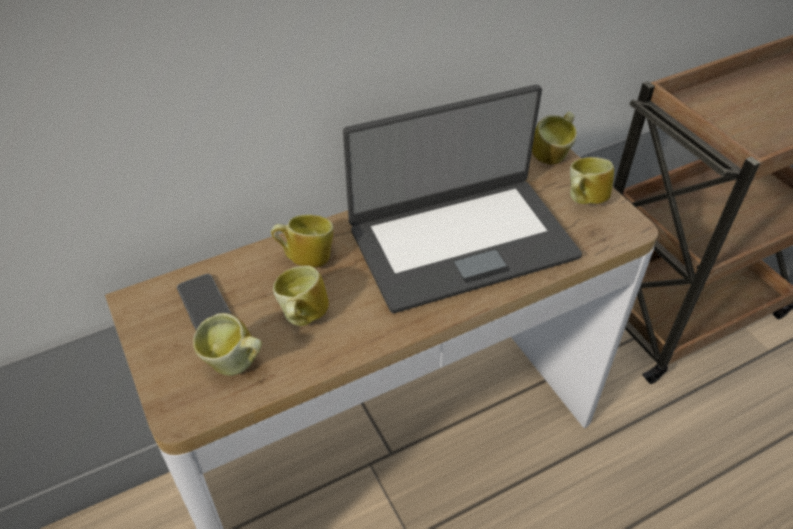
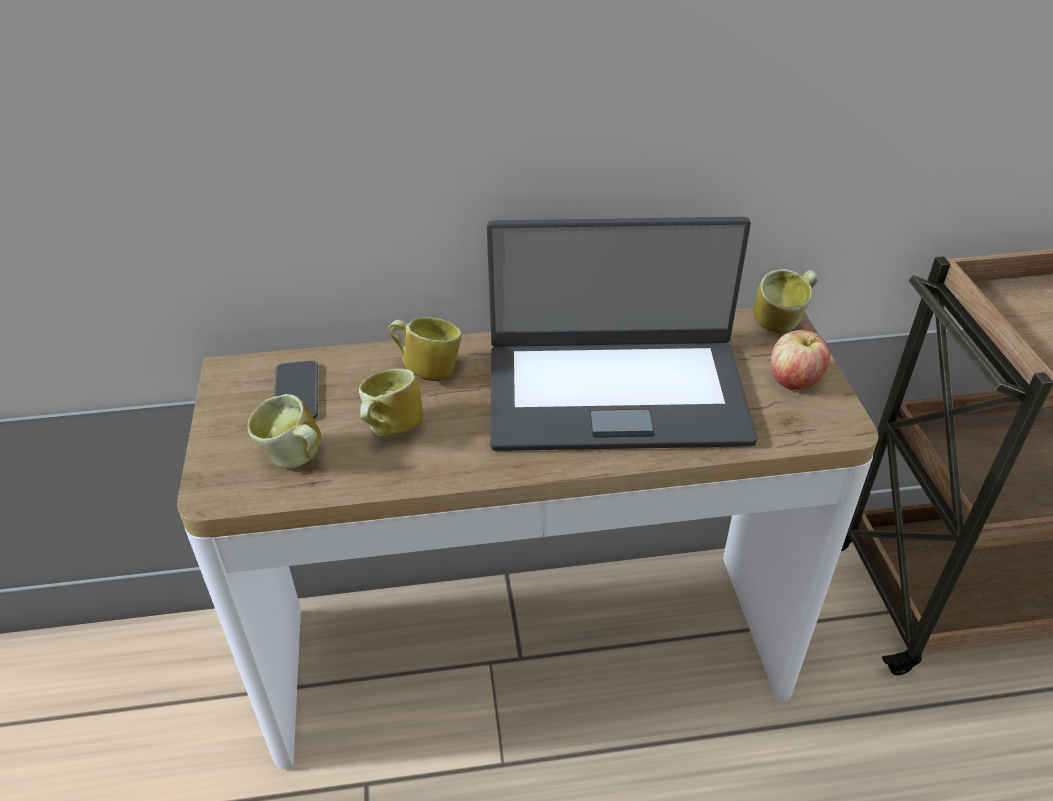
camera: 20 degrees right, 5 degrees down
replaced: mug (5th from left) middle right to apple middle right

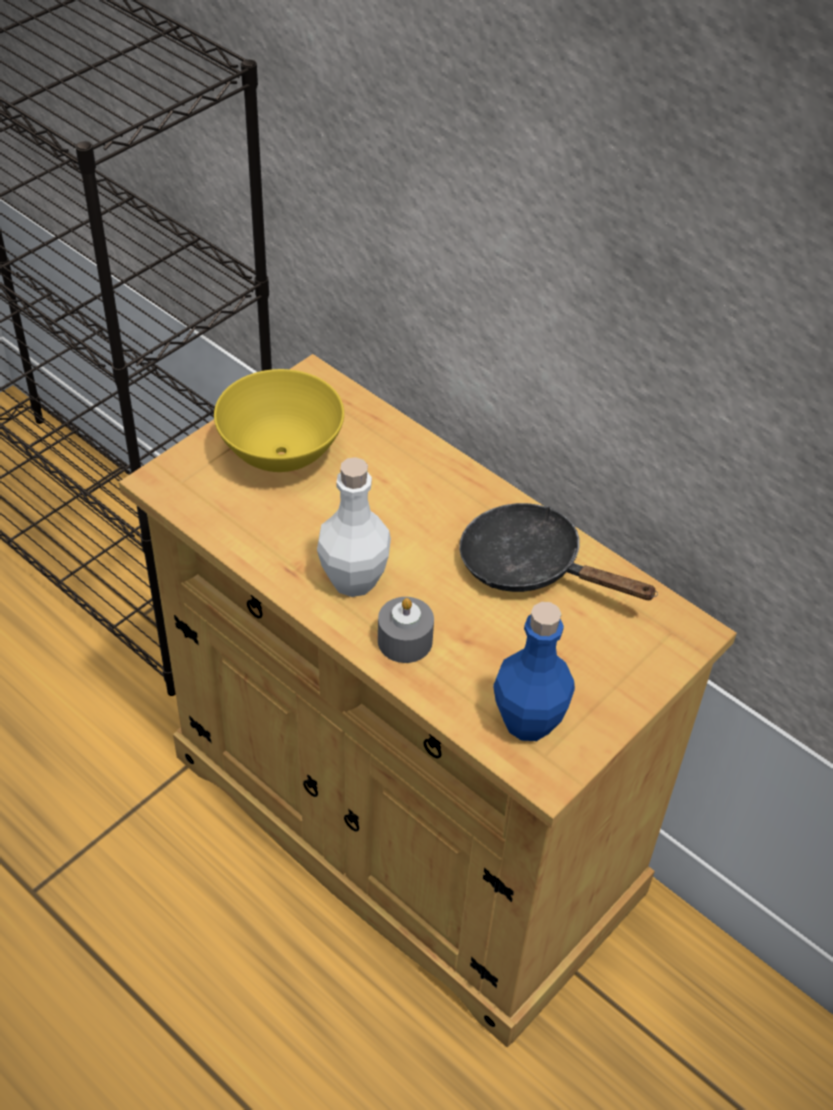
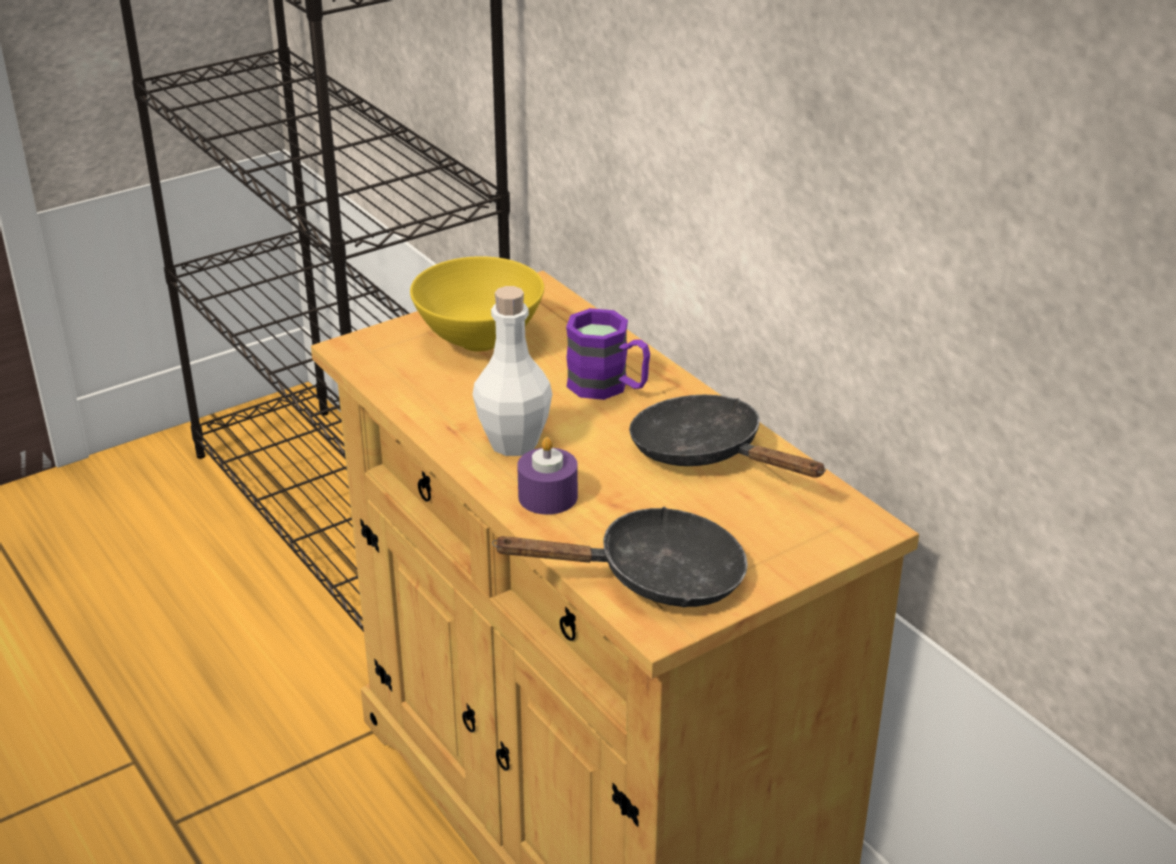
camera: 15 degrees right, 15 degrees down
added: mug (purple) centre
replaced: bottle (blue) centre to frying pan (black) (1st from left) centre
recoloured: candle (grey) centre to candle (purple) centre

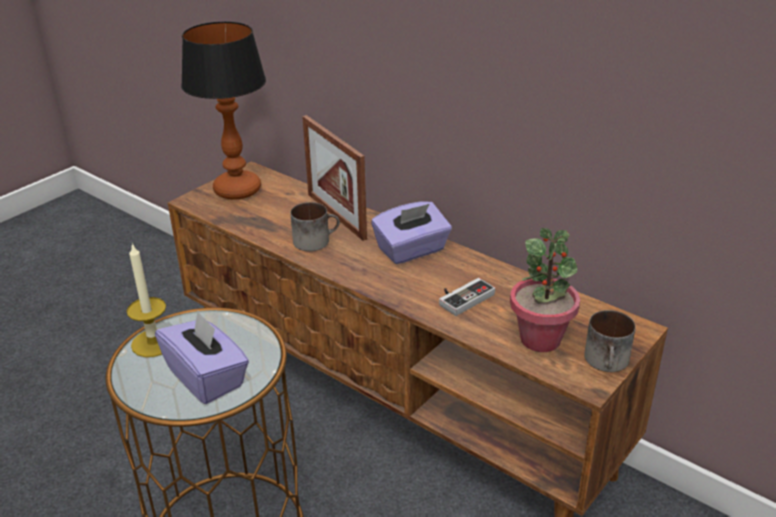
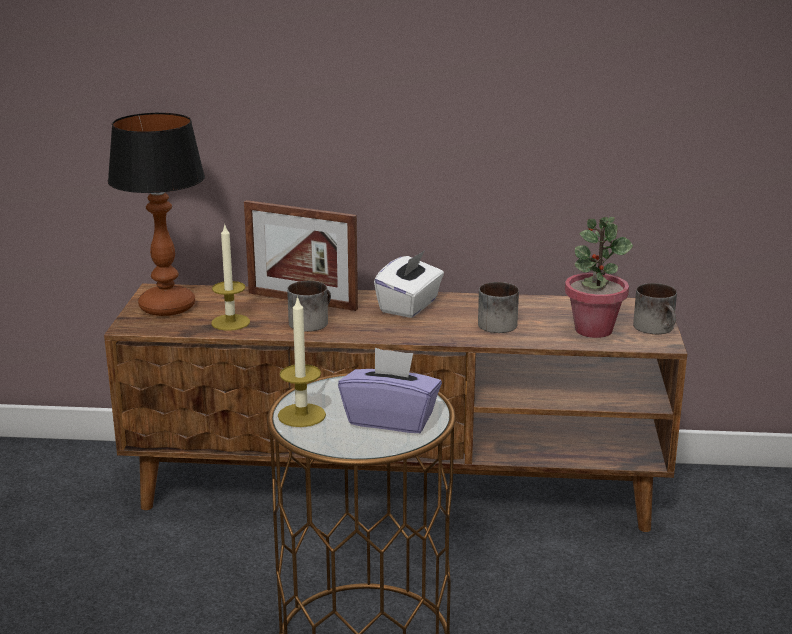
camera: 35 degrees left, 10 degrees down
added: candle (1st from left) middle left
replaced: game controller centre to mug (2nd from left) centre
recoloured: tissue box (purple) (2nd from left) centre to tissue box (white) centre

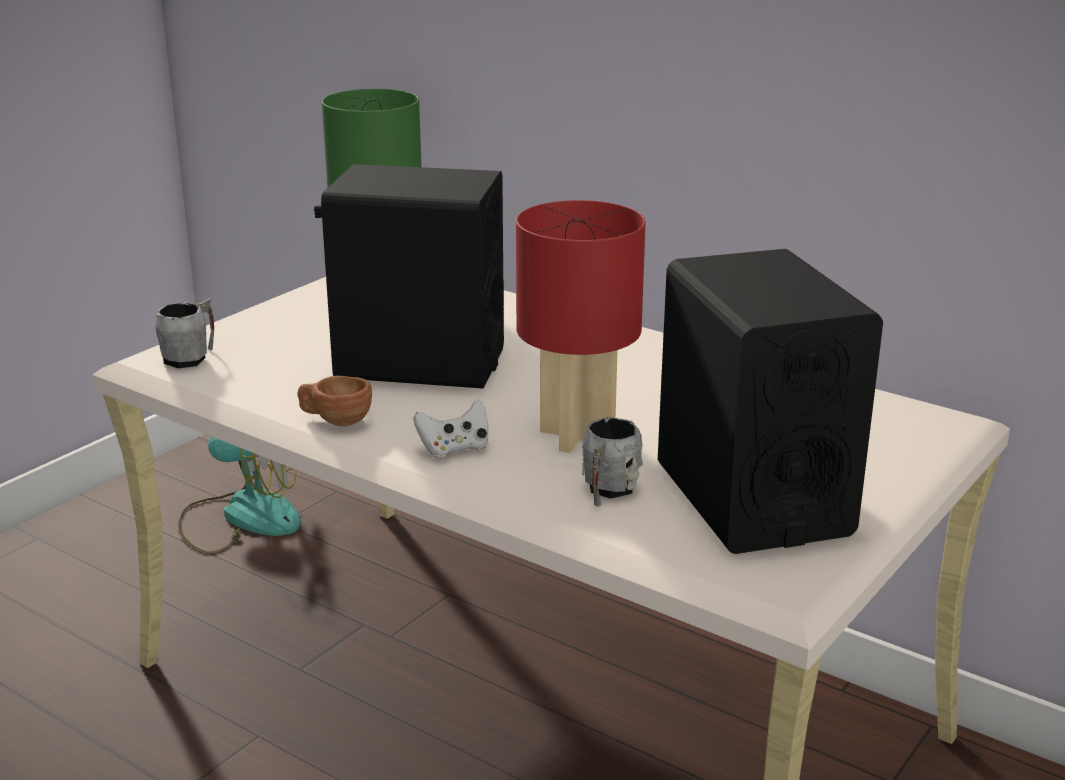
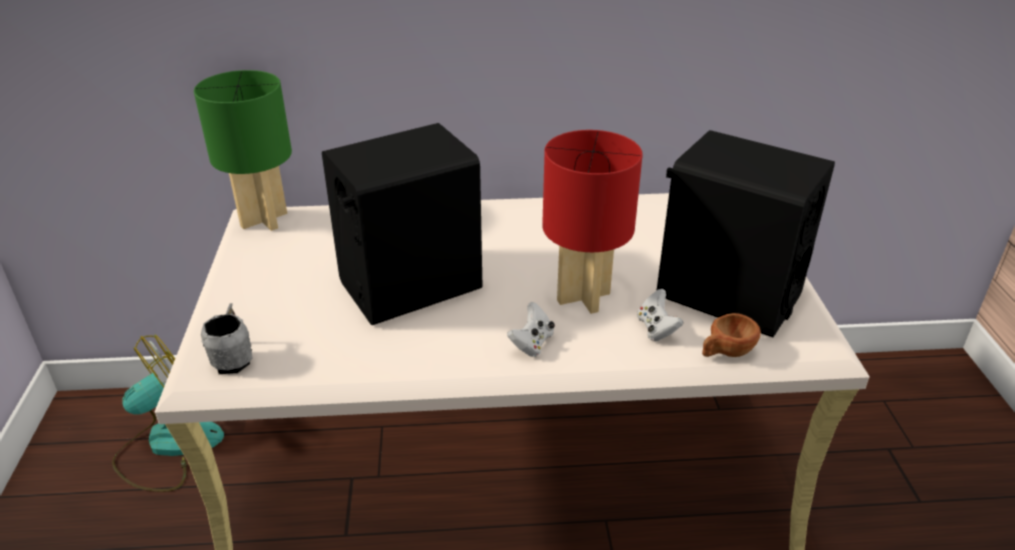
camera: 40 degrees left, 10 degrees up
moved: cup (brown) middle left to middle right
replaced: mug (grey) (2nd from left) centre to game controller (white) (2nd from left) centre

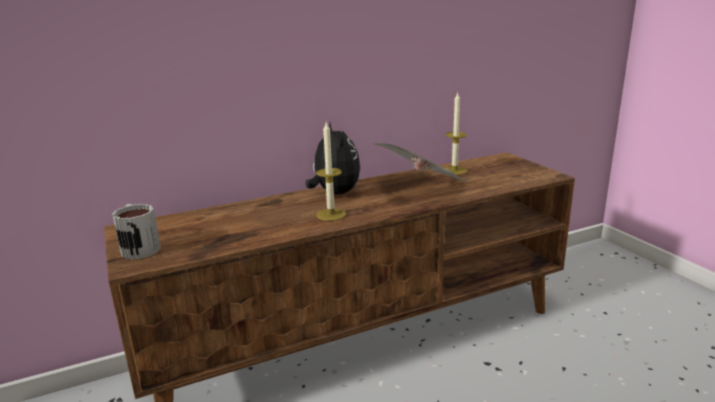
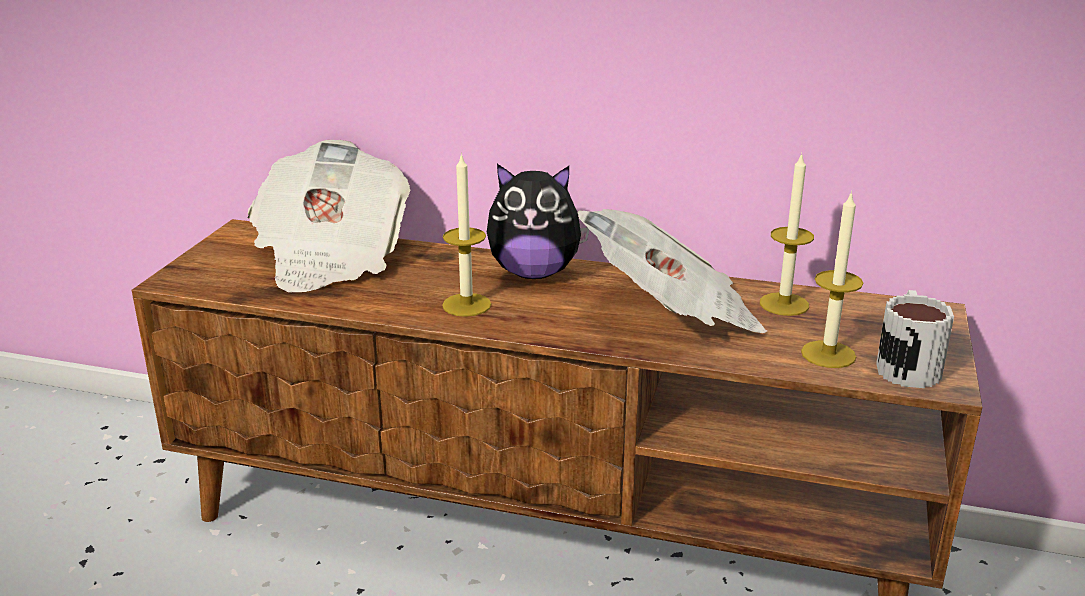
camera: 40 degrees right, 5 degrees up
added: newspaper (1st from left) middle left; candle (3rd from left) middle right
moved: mug middle left to middle right
turned: plush toy centre = centre 75 degrees clockwise

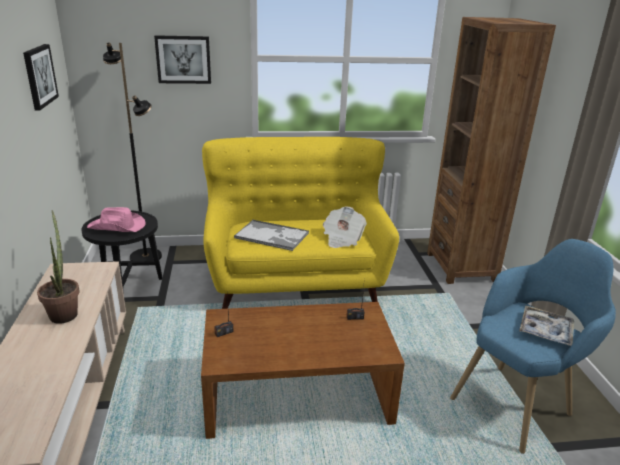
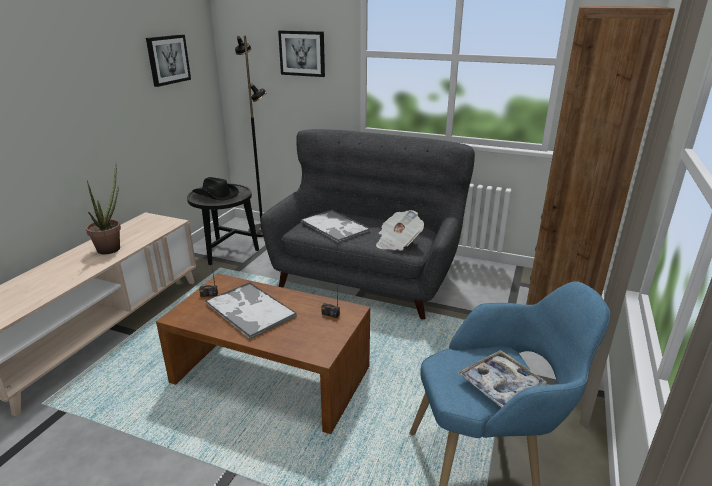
camera: 30 degrees right, 0 degrees up
added: tray (1st from left) centre
recoloured: hat (pink) middle left to hat (black) middle left; sofa (yellow) centre to sofa (grey) centre

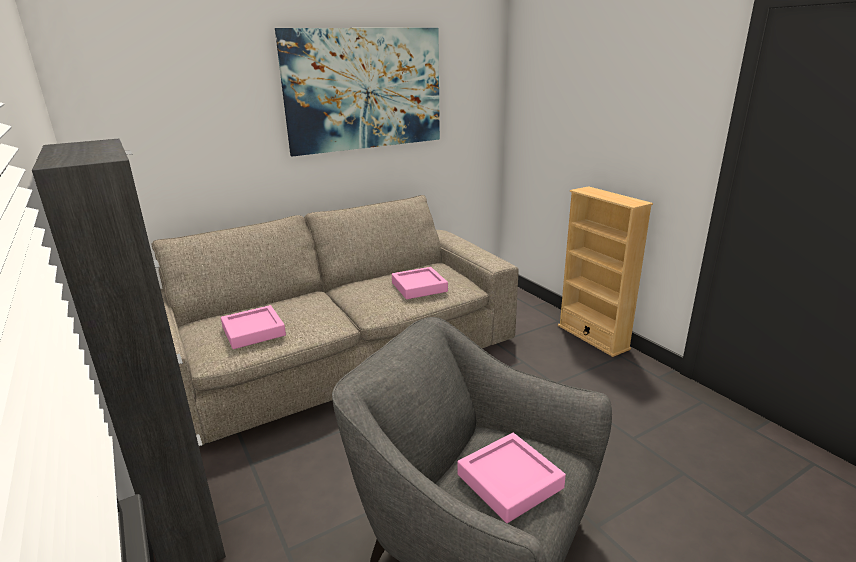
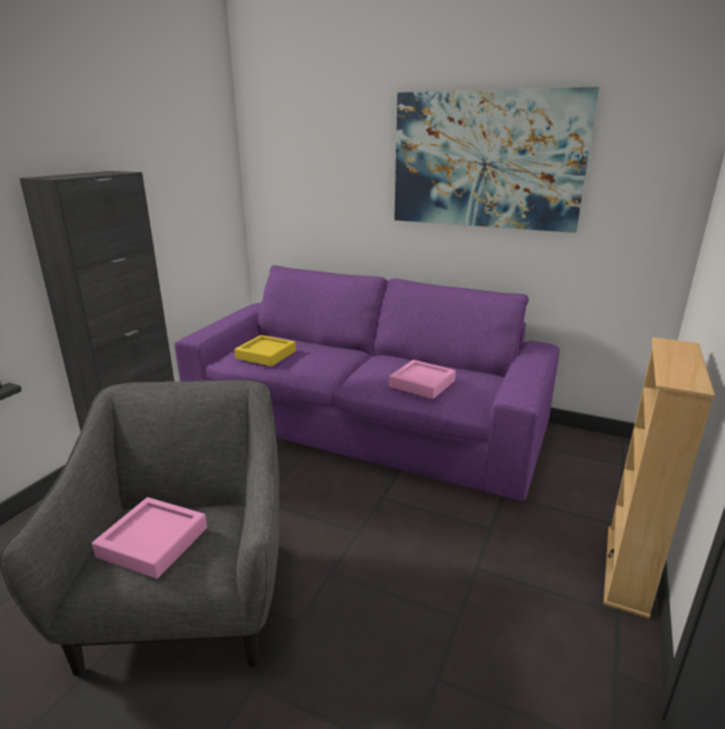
camera: 55 degrees right, 0 degrees up
recoloured: sofa (beige) centre to sofa (purple) centre; tray (pink) (1st from left) middle left to tray (yellow) centre

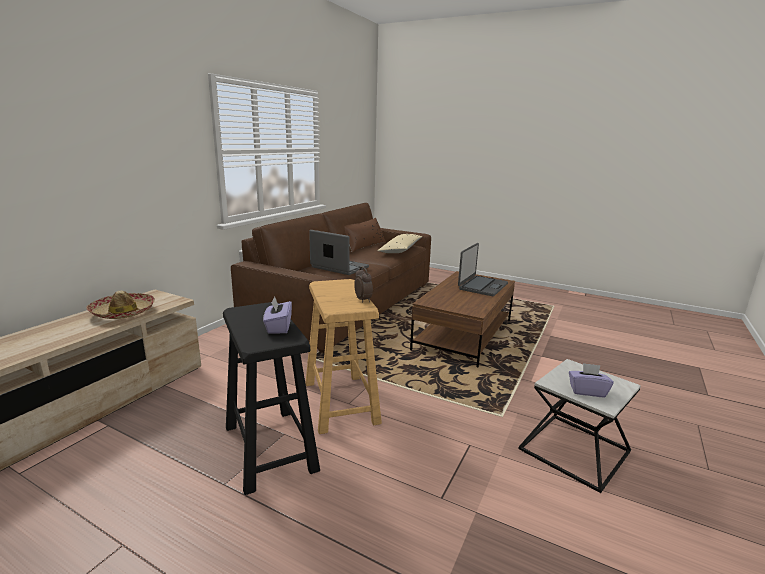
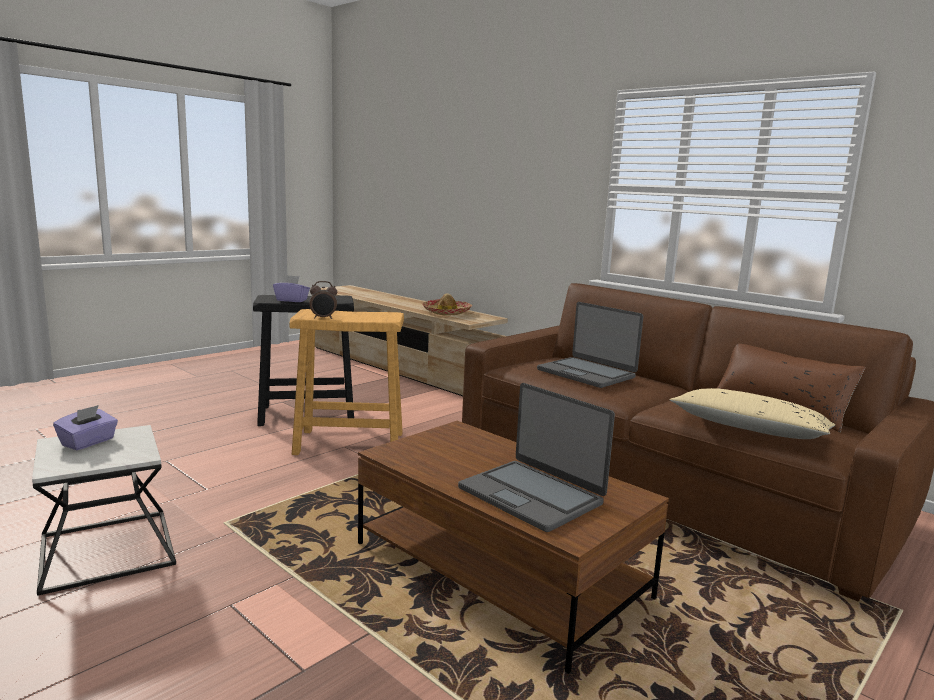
camera: 105 degrees right, 5 degrees down
turned: laptop (1st from left in the first image) centre = centre 90 degrees clockwise

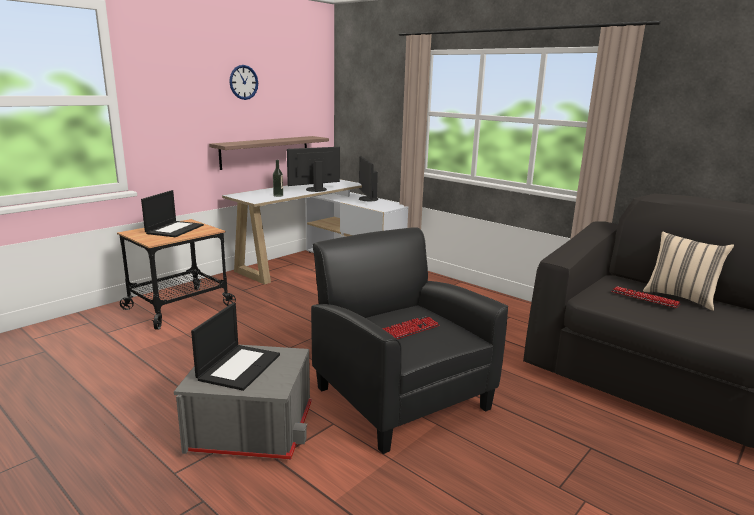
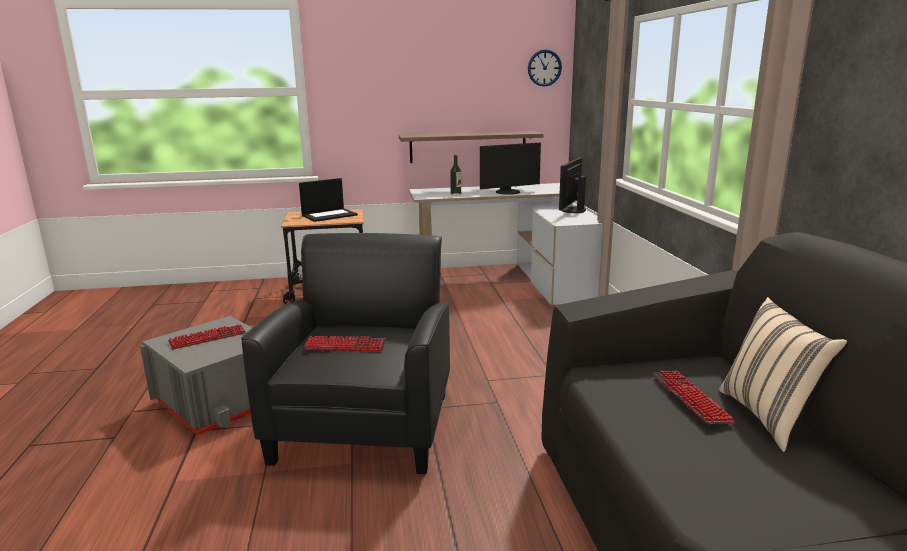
camera: 40 degrees right, 0 degrees up
moved: wall clock top left to top centre
replaced: laptop (2nd from left) bottom left to keyboard (1st from left) middle left
turned: monitor (1st from left) top centre = top centre 150 degrees clockwise

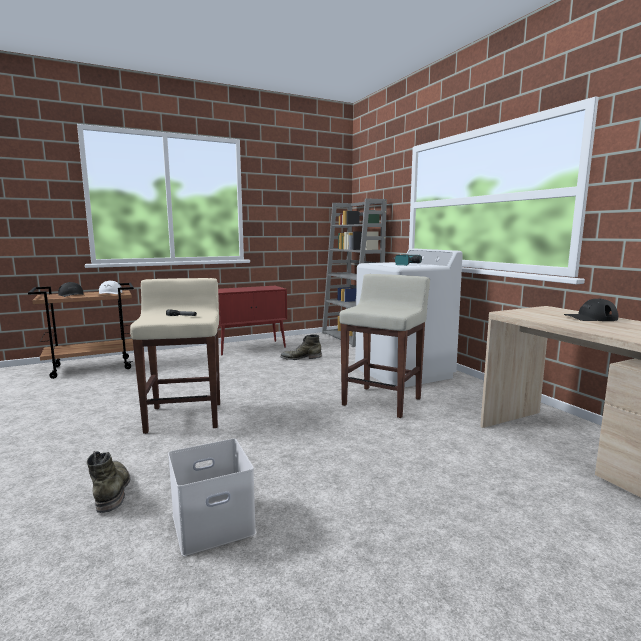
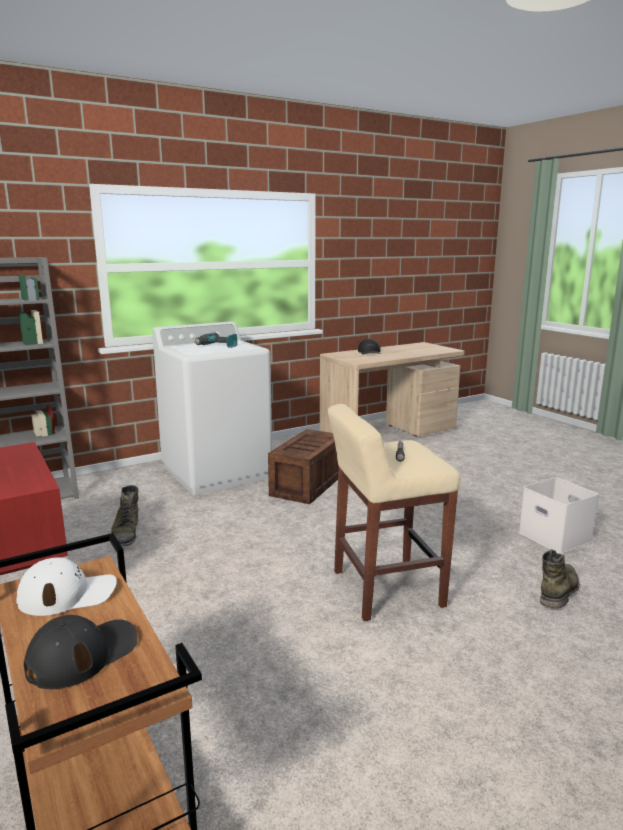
camera: 95 degrees left, 5 degrees up
replaced: stool (beige) (2nd from left) centre to crate centre
turned: boot (green) (1st from left in the first image) bottom left = bottom right 150 degrees clockwise

